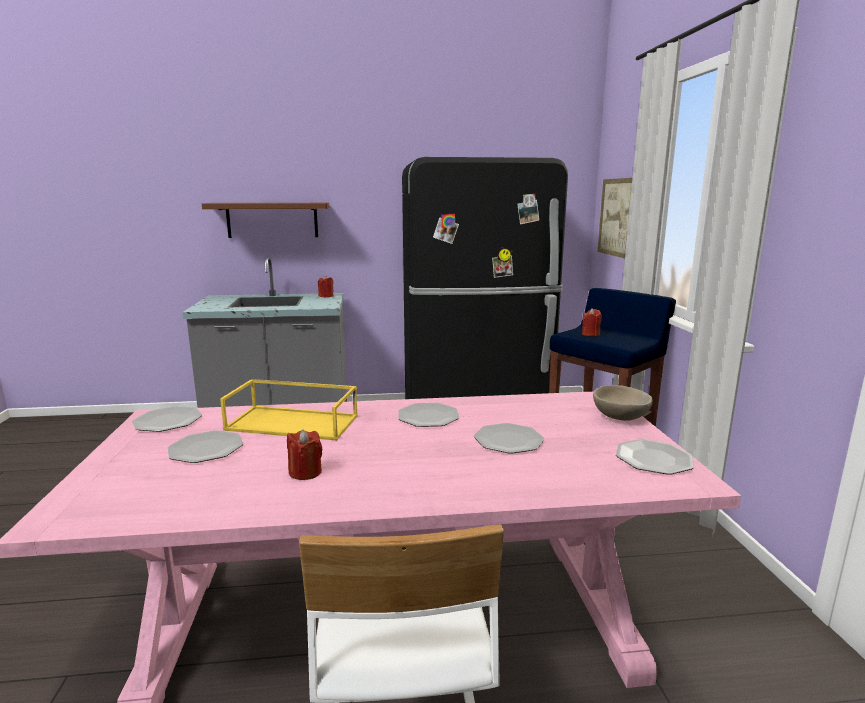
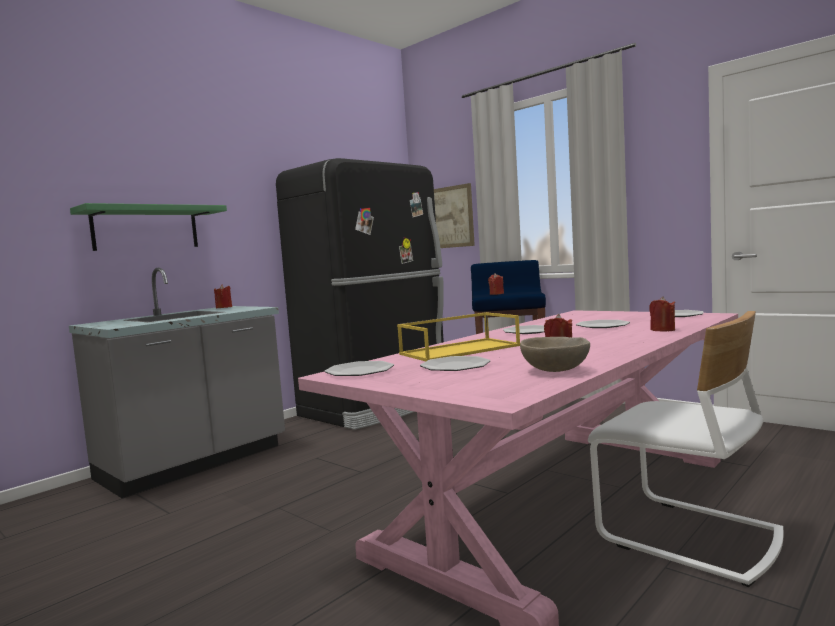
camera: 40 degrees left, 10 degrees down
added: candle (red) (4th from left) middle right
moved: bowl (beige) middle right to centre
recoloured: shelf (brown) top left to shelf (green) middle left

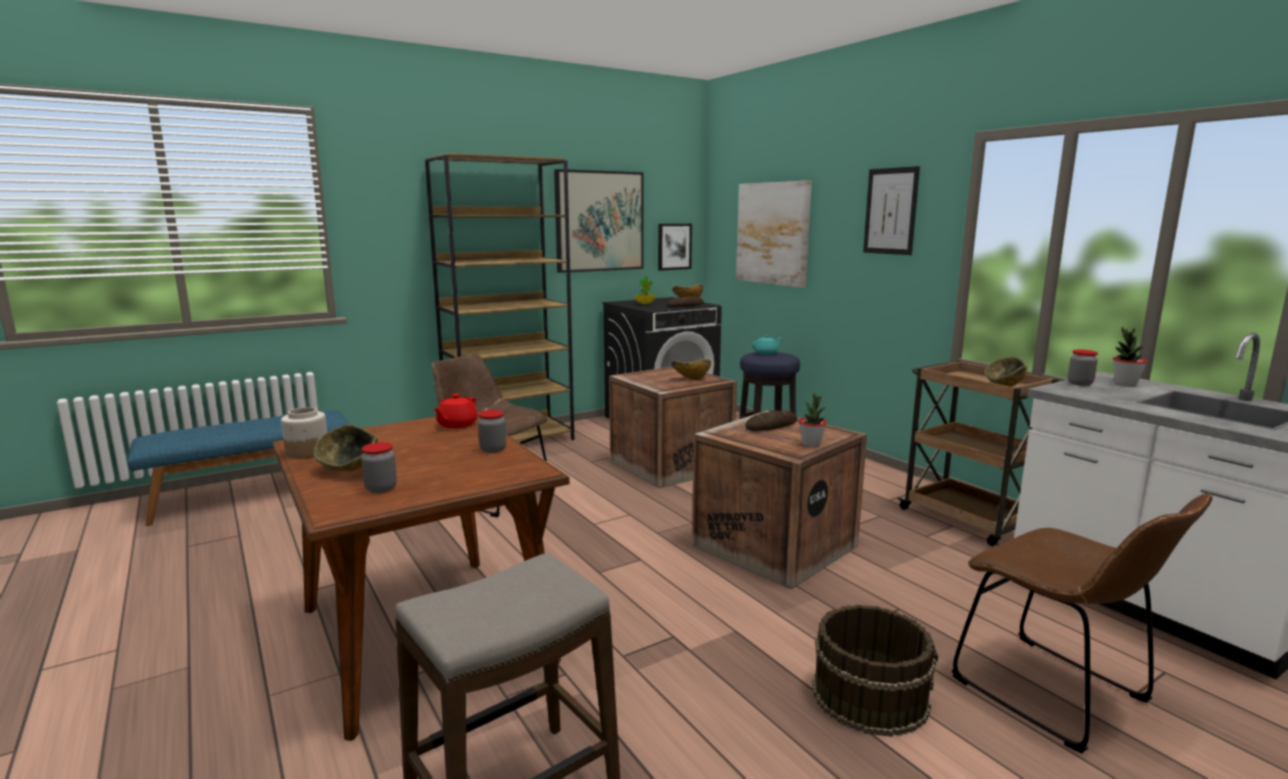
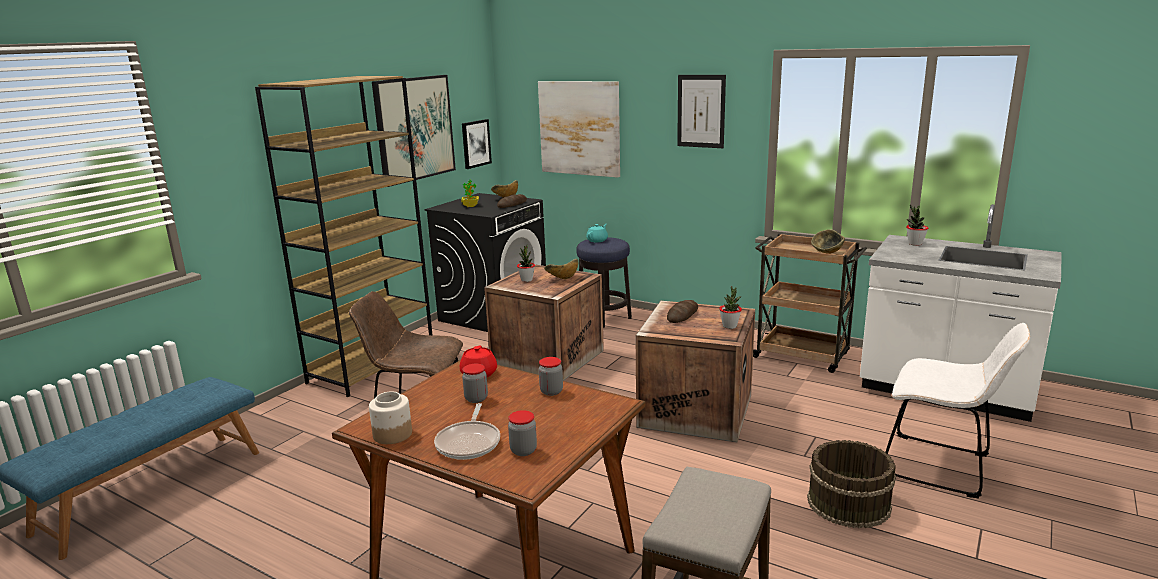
camera: 25 degrees left, 5 degrees up
added: potted plant (2nd from left) centre
moved: jar (4th from left in the first image) middle right to jar (2nd from left) centre
replaced: bowl (1st from left) middle left to frying pan bottom centre
recoloured: chair (brown) (2nd from left) bottom right to chair (white) bottom right

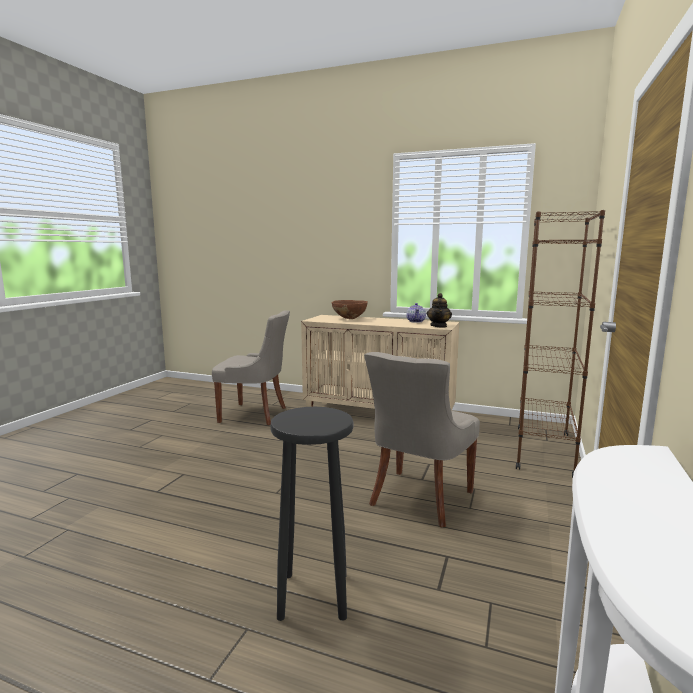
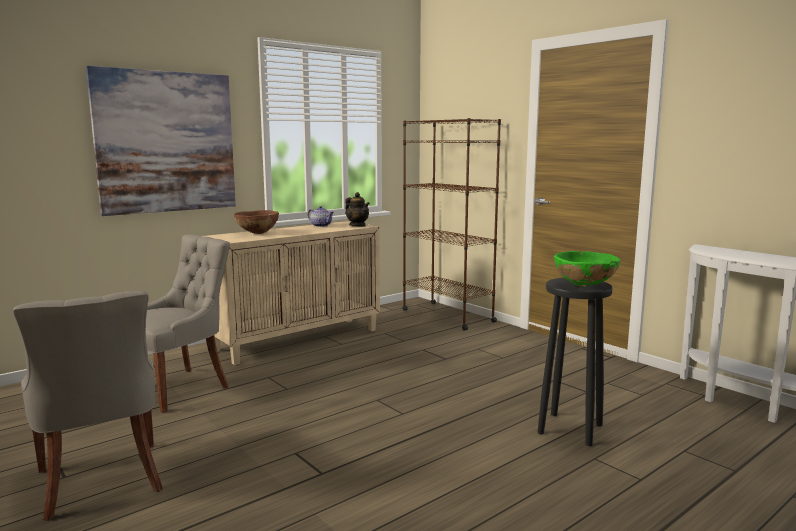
camera: 60 degrees left, 0 degrees up
added: picture top left; bowl (green) middle right
moved: chair (grey) (2nd from left in the first image) centre to chair (grey) (1st from left) bottom left

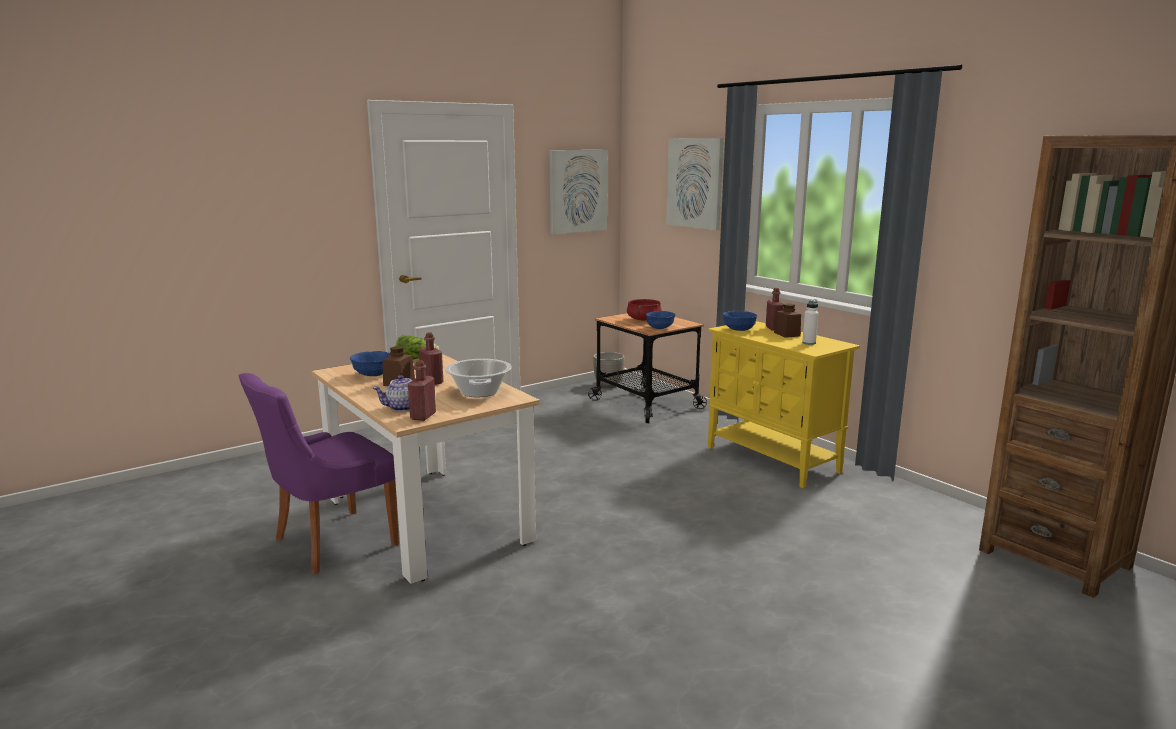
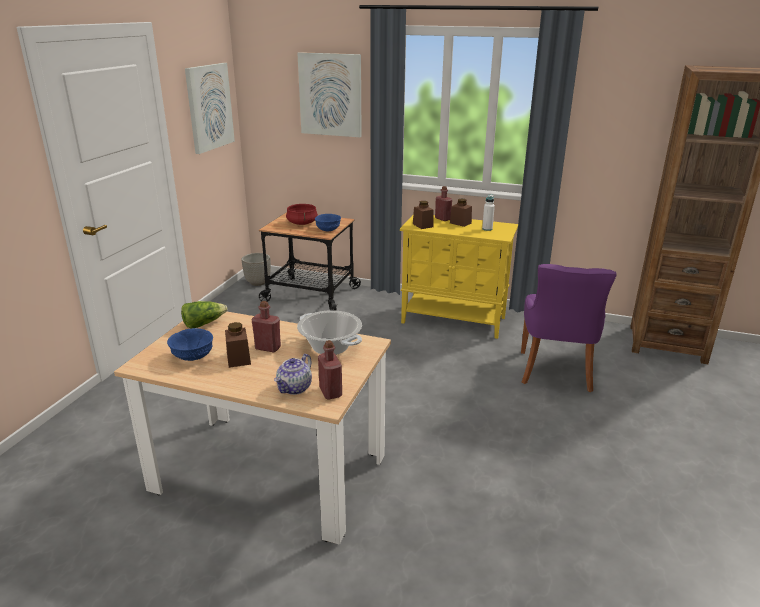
camera: 35 degrees left, 10 degrees up
moved: chair (purple) middle left to middle right
replaced: bowl (blue) (3rd from left) centre to jar (brown) (2nd from left) centre

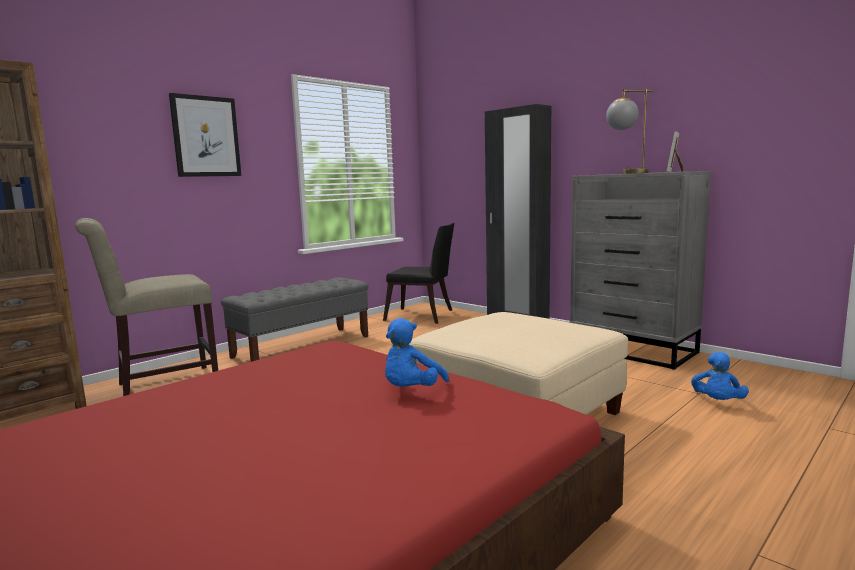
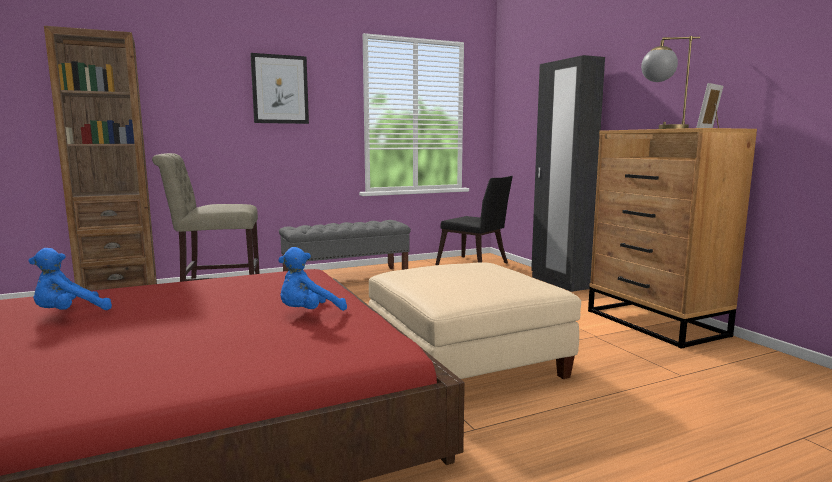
camera: 20 degrees right, 0 degrees up
moved: plush toy (blue) (2nd from left in the first image) middle right to plush toy (blue) (1st from left) middle left
recoloured: dresser (grey) middle right to dresser (brown) middle right

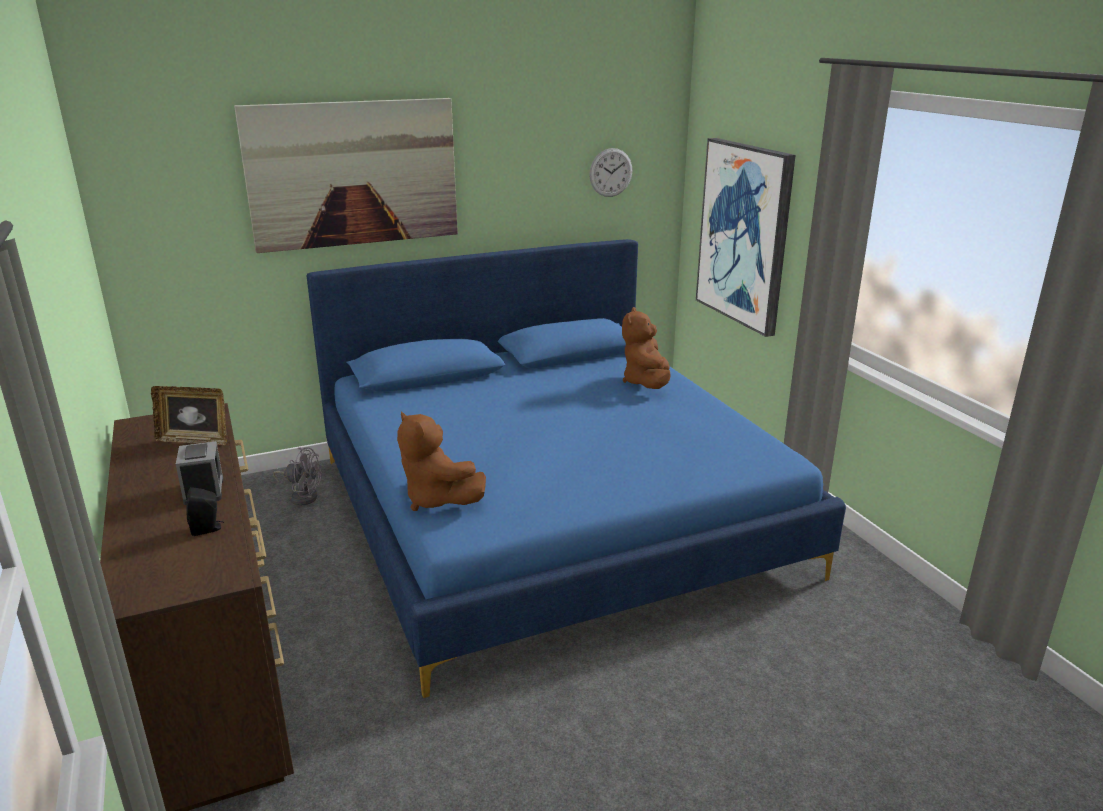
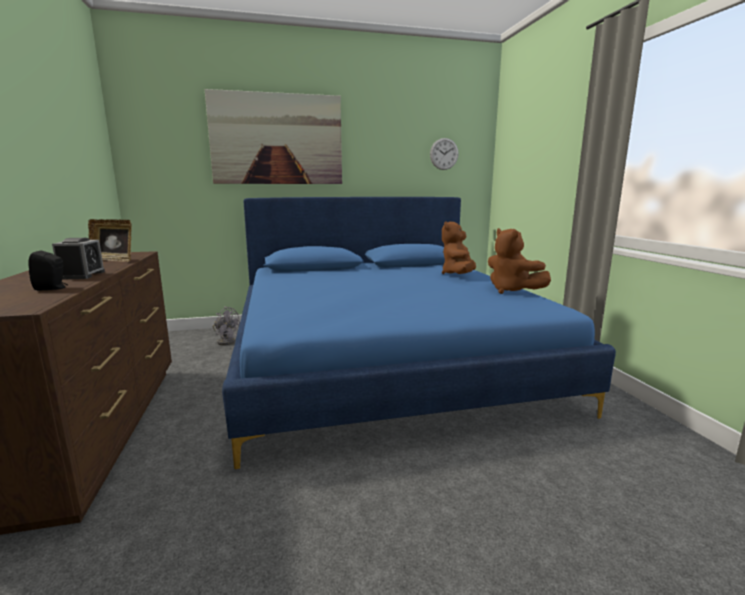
camera: 10 degrees right, 10 degrees down
removed: picture (2nd from left) top right
moved: plush toy (brown) (1st from left in the first image) centre to plush toy (brown) (2nd from left) middle right

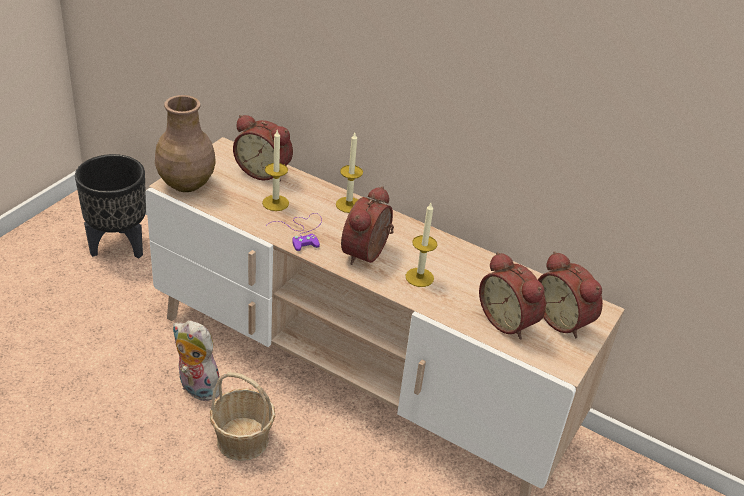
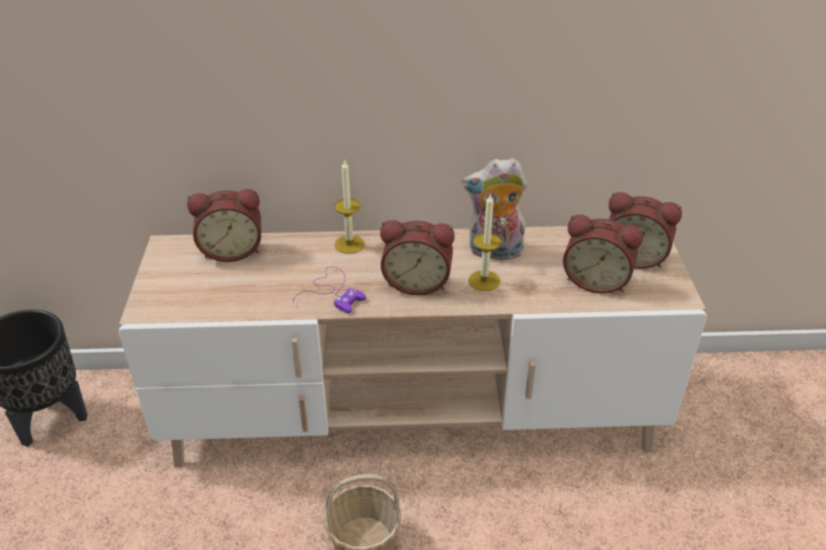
camera: 30 degrees left, 0 degrees up
removed: vase (brown) top left; candle (1st from left) centre
moved: plush toy bottom left to centre
turned: alarm clock (2nd from left) centre = centre 75 degrees counterclockwise

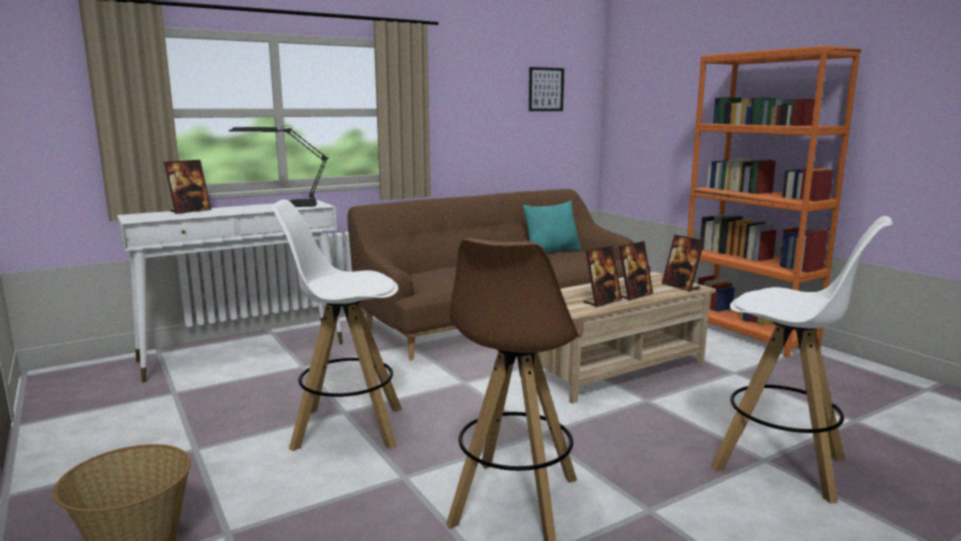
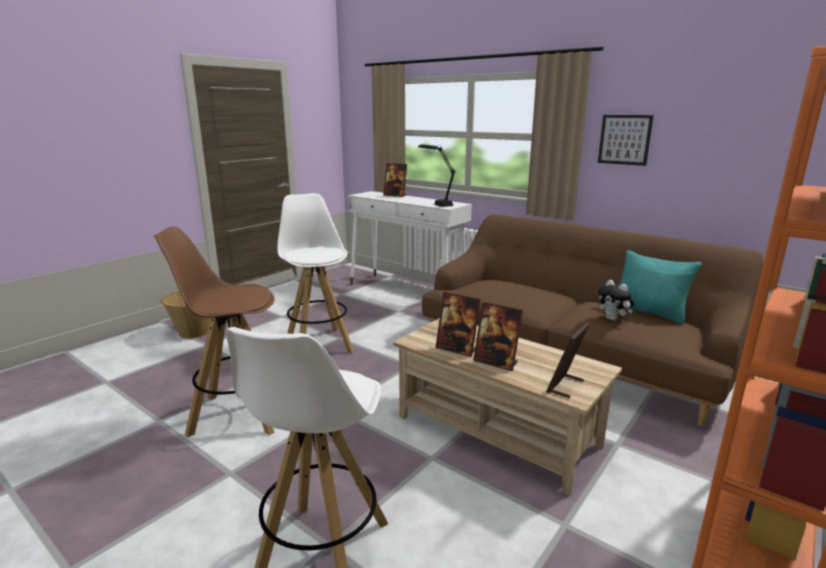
camera: 70 degrees right, 5 degrees up
added: plush toy middle right
moved: picture top centre to top right

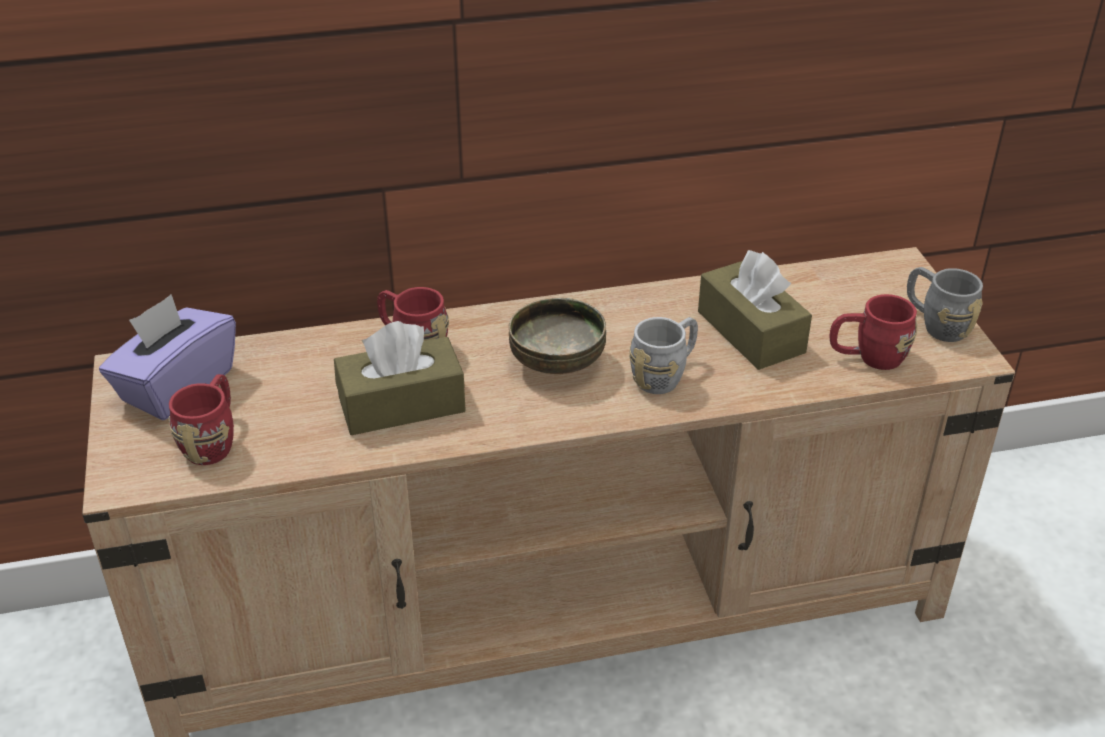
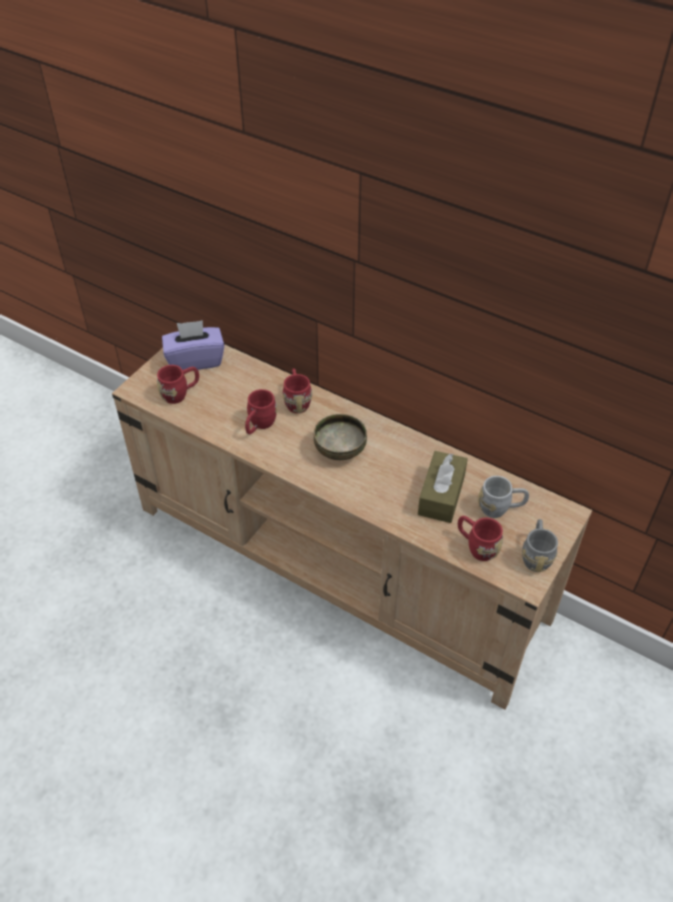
camera: 45 degrees right, 10 degrees up
moved: mug (grey) (1st from left) centre to middle right
replaced: tissue box (brown) (1st from left) centre to mug (red) (2nd from left) centre

